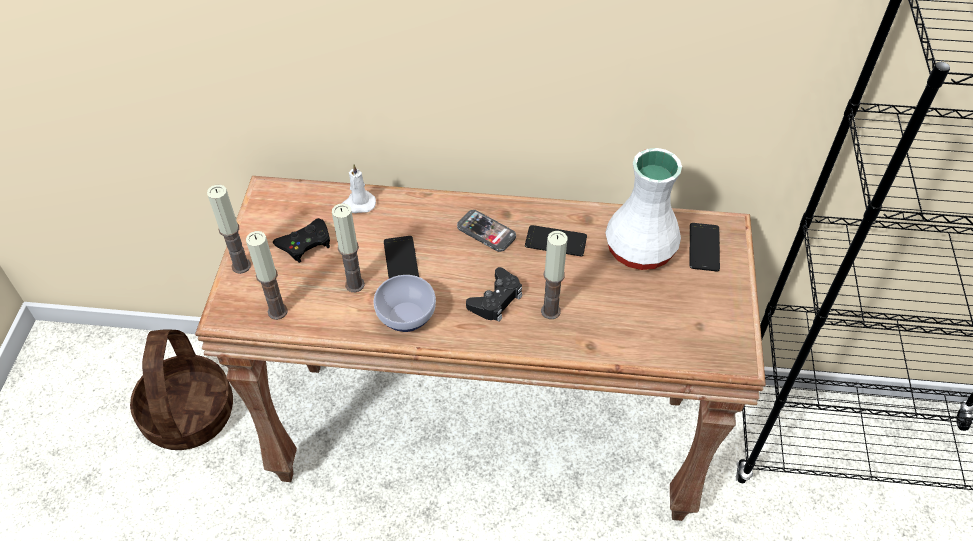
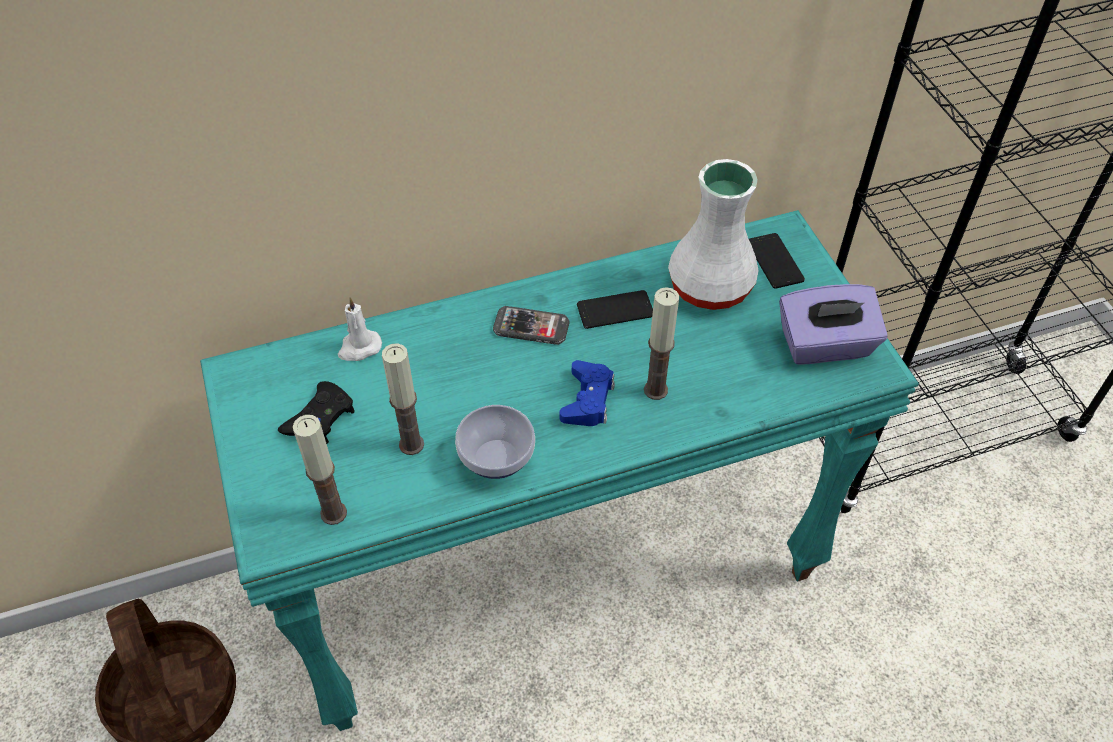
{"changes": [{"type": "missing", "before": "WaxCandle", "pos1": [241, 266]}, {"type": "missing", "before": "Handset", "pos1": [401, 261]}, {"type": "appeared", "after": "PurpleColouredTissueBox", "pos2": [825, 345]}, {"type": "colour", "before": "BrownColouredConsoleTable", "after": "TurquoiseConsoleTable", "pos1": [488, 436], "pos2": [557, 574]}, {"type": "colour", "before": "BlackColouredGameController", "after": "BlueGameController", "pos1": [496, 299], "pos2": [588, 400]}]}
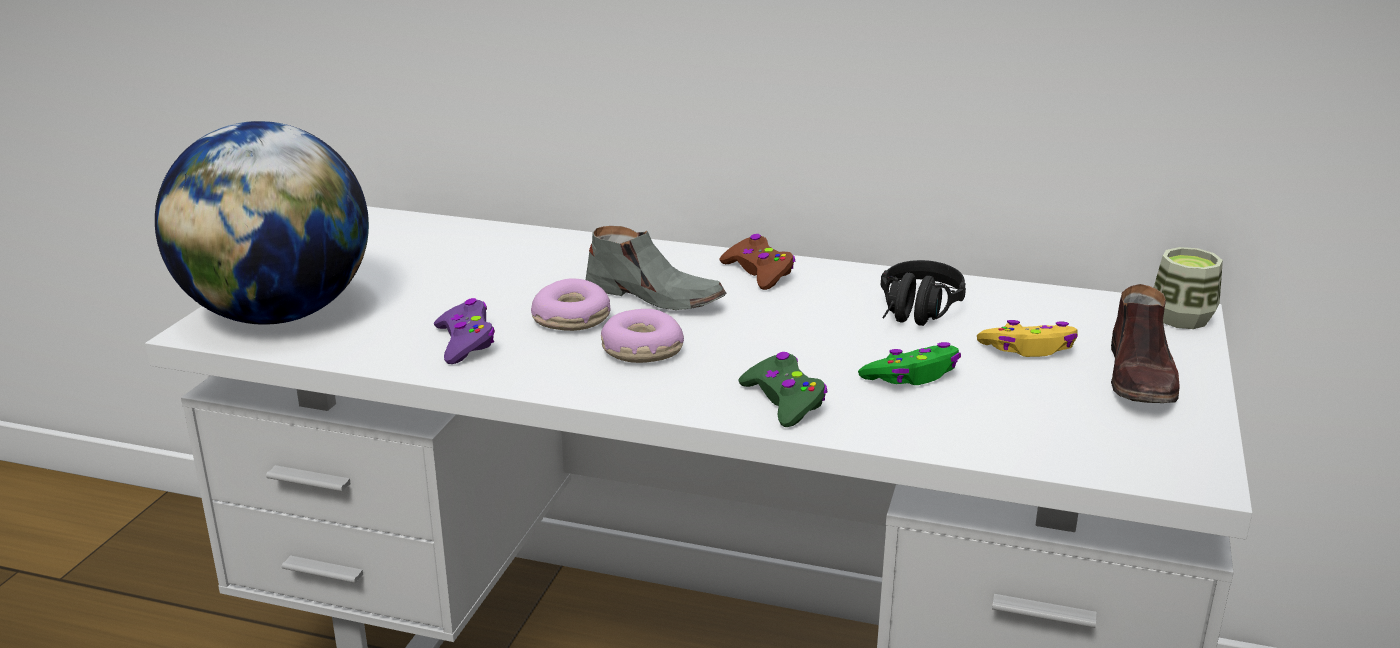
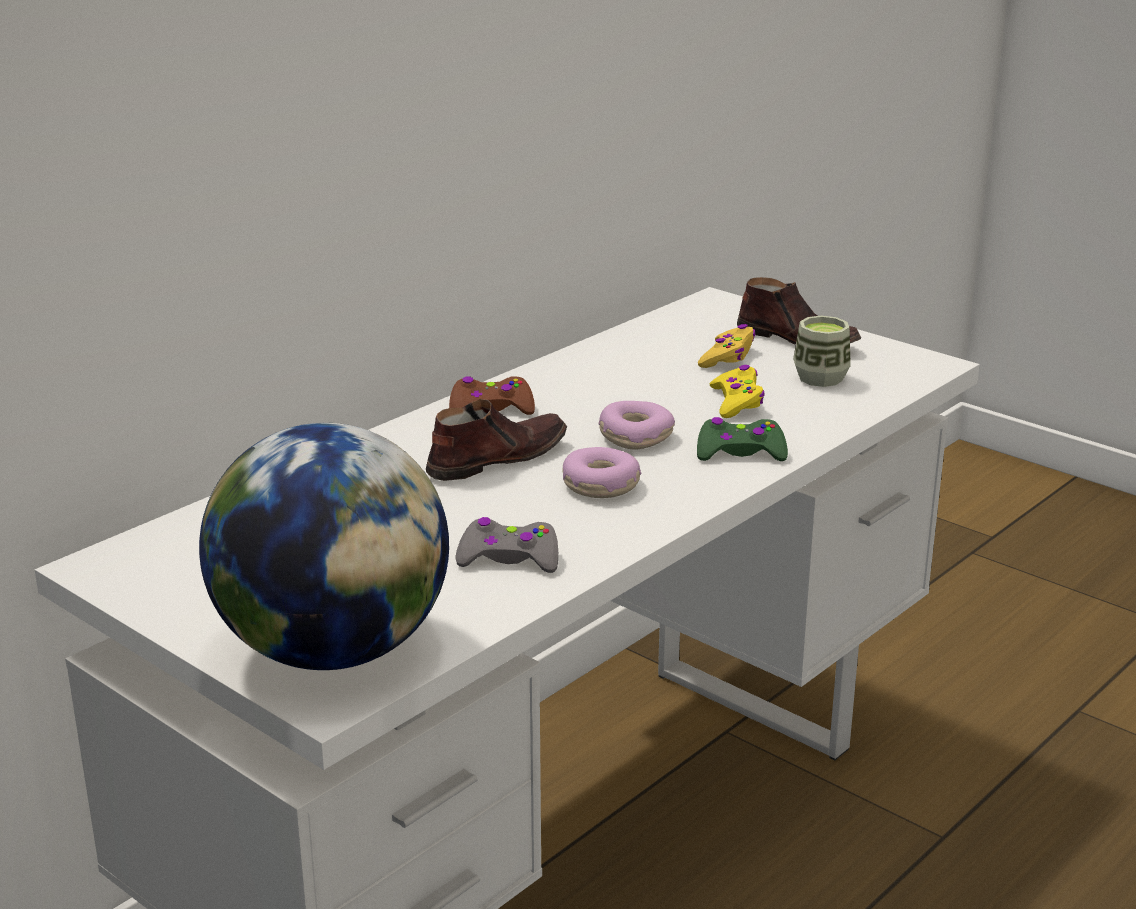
{"changes": [{"type": "missing", "before": "BlackColouredPairOfHeadphones", "pos1": [916, 315]}, {"type": "relocated", "before": "Doughnut", "pos1": [572, 319], "pos2": [635, 436]}, {"type": "relocated", "before": "Cup", "pos1": [1181, 318], "pos2": [820, 378]}, {"type": "colour", "before": "PurpleColouredGameController", "after": "GrayGameController", "pos1": [466, 342], "pos2": [509, 558]}, {"type": "colour", "before": "GrayShoe", "after": "BrownColouredShoe", "pos1": [656, 296], "pos2": [496, 458]}, {"type": "colour", "before": "GreenGameController", "after": "YellowGameController", "pos1": [912, 376], "pos2": [737, 402]}]}
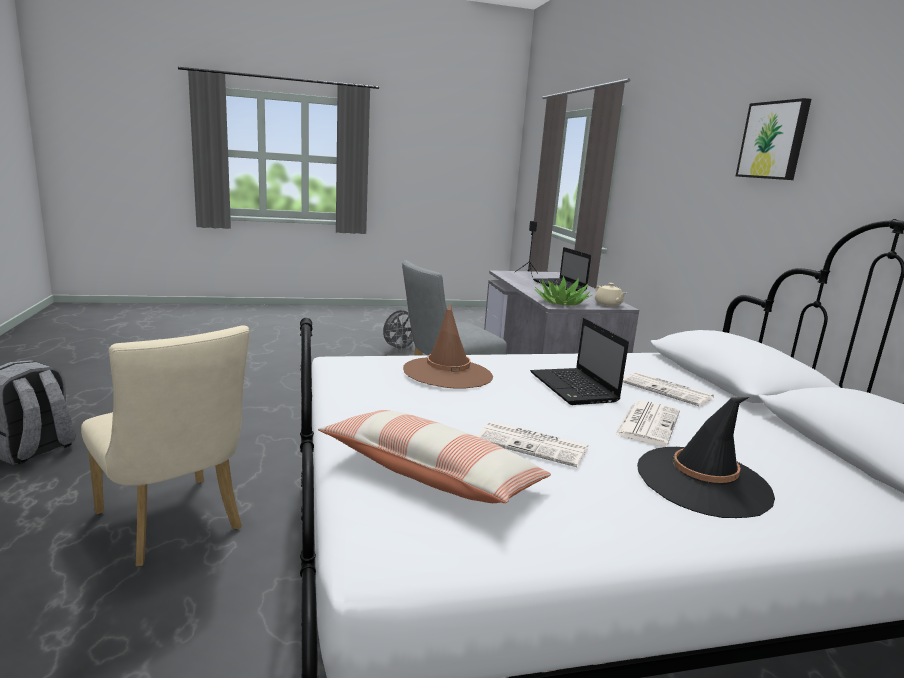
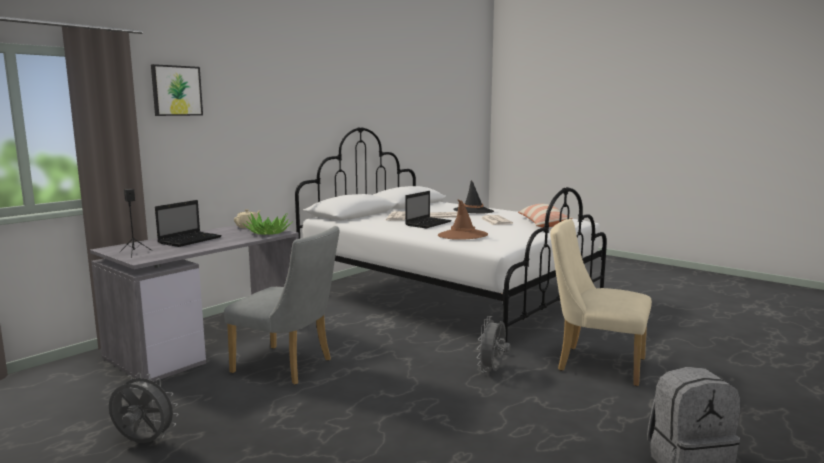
{"changes": [{"type": "appeared", "after": "GrayElectricFan", "pos2": [493, 371]}, {"type": "relocated", "before": "WallArt", "pos1": [774, 140], "pos2": [176, 90]}, {"type": "spun", "before": "SandColouredUprightChair", "pos1": [174, 526], "pos2": [594, 364], "turn": -75}]}
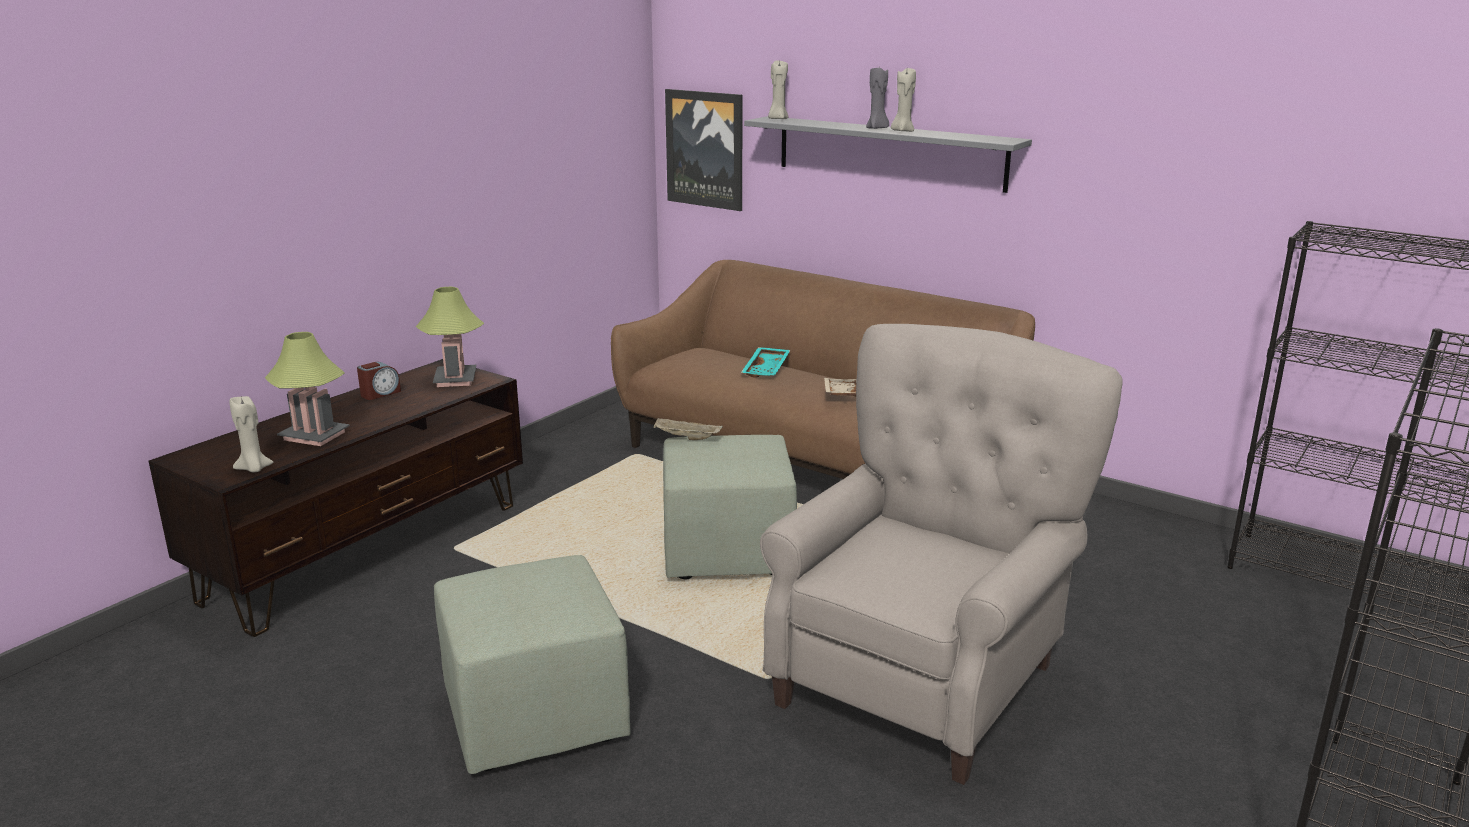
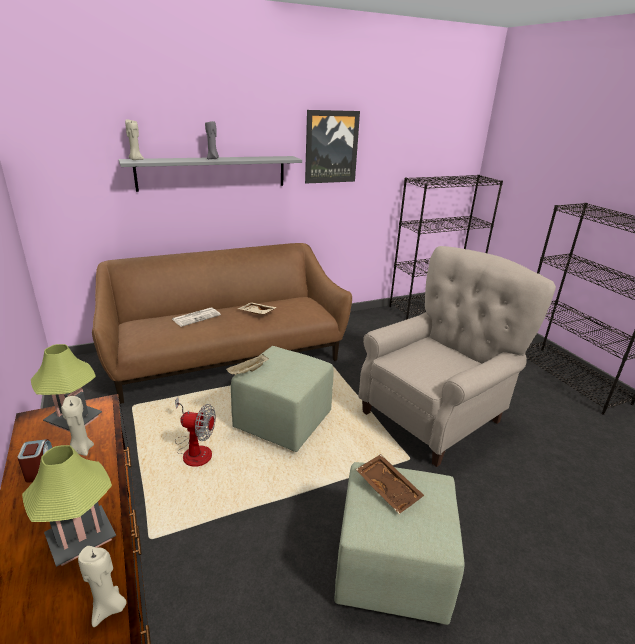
{"changes": [{"type": "appeared", "after": "ElectricFan", "pos2": [194, 450]}, {"type": "appeared", "after": "BrownColouredTray", "pos2": [389, 488]}, {"type": "relocated", "before": "WallArt", "pos1": [705, 149], "pos2": [331, 147]}, {"type": "relocated", "before": "SandColouredWaxCandle", "pos1": [902, 131], "pos2": [81, 449]}, {"type": "exchanged", "before": "TurquoiseTray", "after": "DailyPaper", "pos1": [767, 369], "pos2": [196, 317]}, {"type": "spun", "before": "SandColouredLoungeChair", "pos1": [924, 679], "pos2": [435, 415], "turn": 75}]}
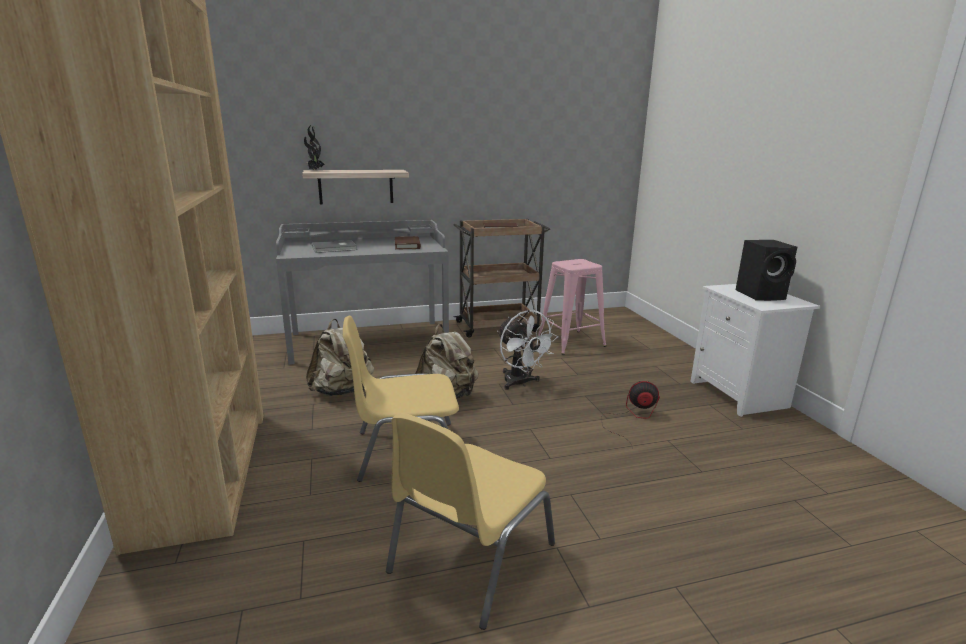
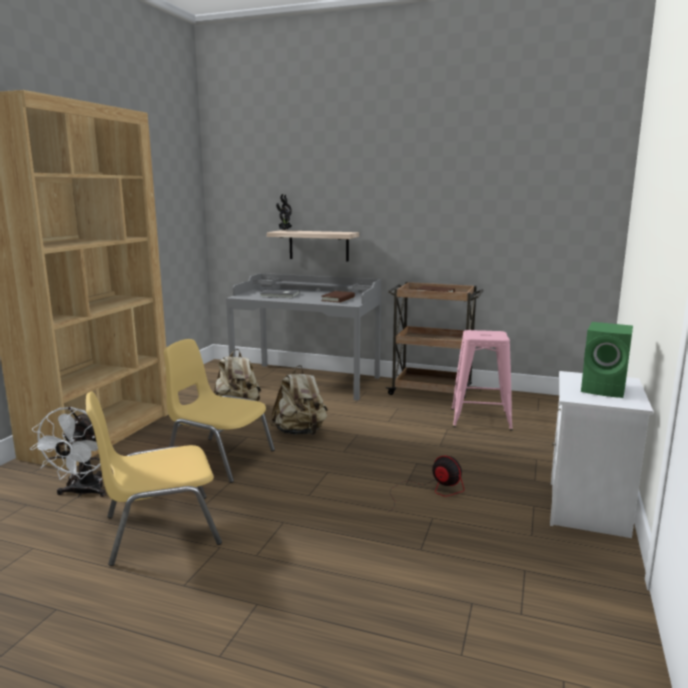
{"changes": [{"type": "relocated", "before": "WhiteColouredElectricFan", "pos1": [520, 383], "pos2": [83, 493]}, {"type": "colour", "before": "BlackColouredSpeaker", "after": "GreenSpeaker", "pos1": [761, 295], "pos2": [605, 389]}]}
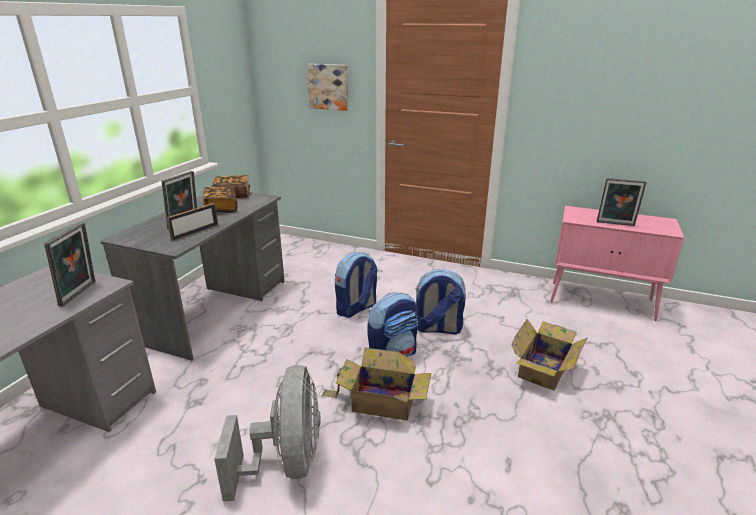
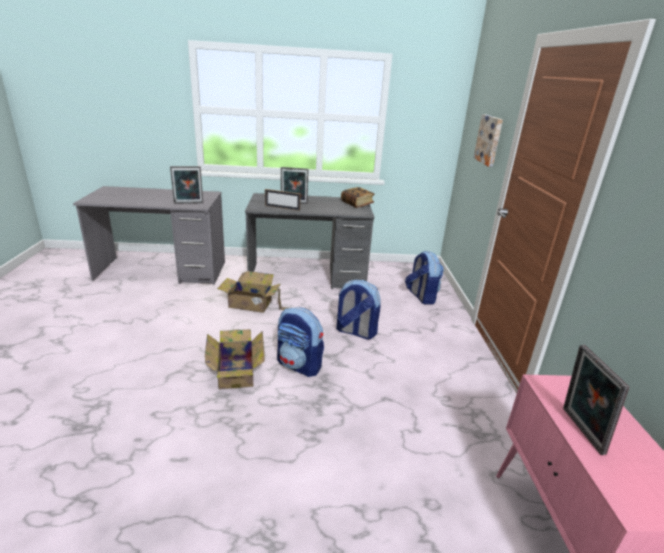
{"changes": [{"type": "missing", "before": "BoundBook", "pos1": [221, 208]}, {"type": "missing", "before": "GrayElectricFan", "pos1": [286, 462]}, {"type": "relocated", "before": "Knapsack", "pos1": [437, 328], "pos2": [421, 296]}, {"type": "relocated", "before": "Carton", "pos1": [545, 368], "pos2": [252, 304]}]}
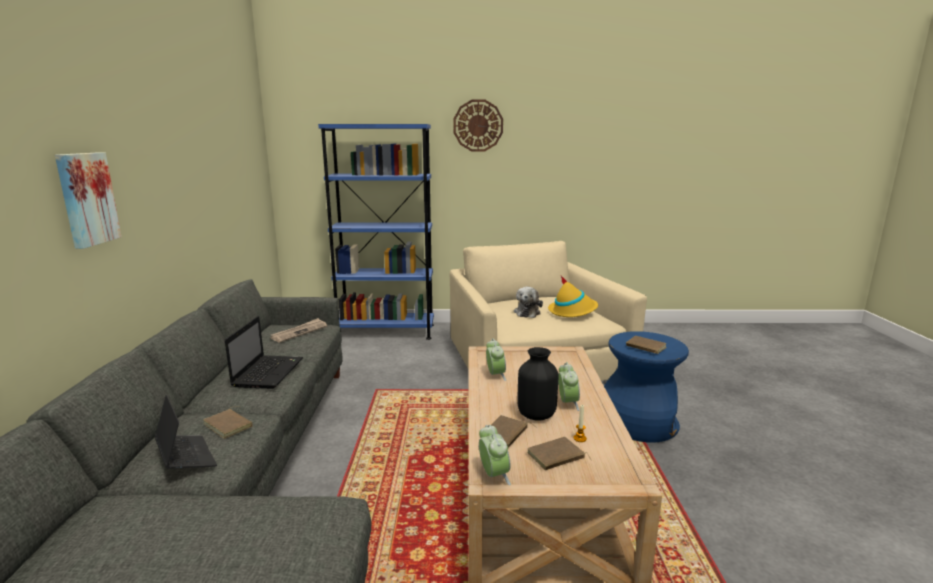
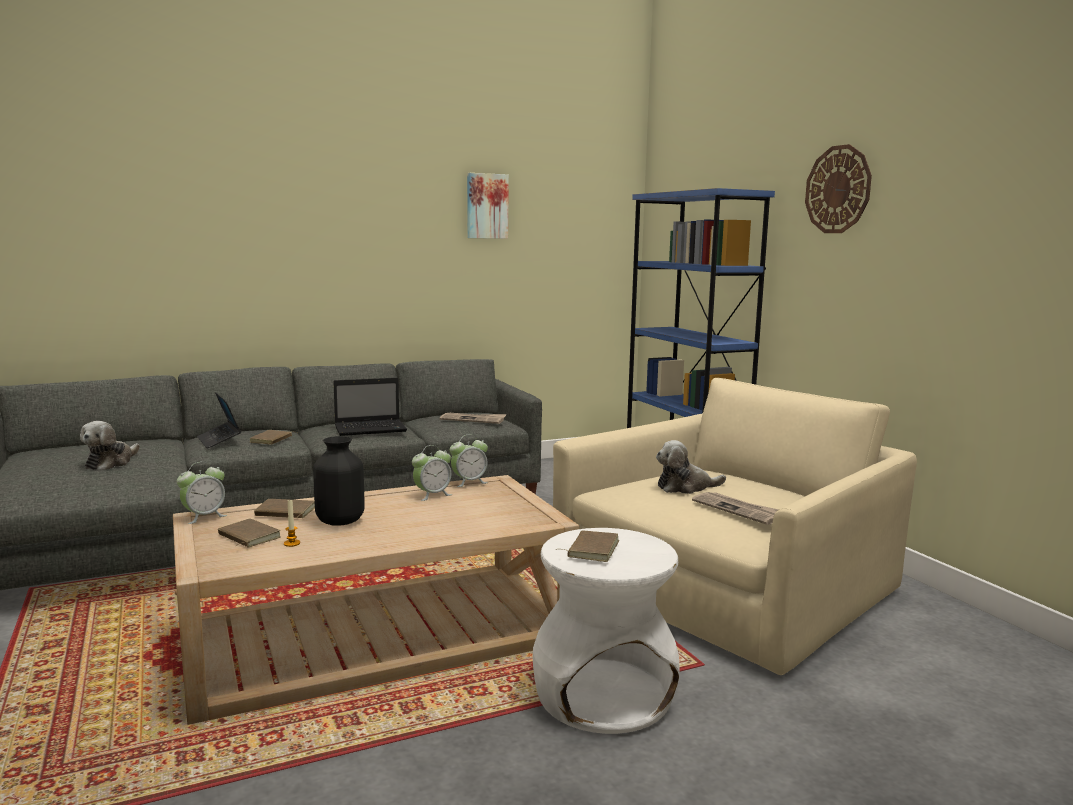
{"changes": [{"type": "appeared", "after": "SoftToy", "pos2": [111, 463]}, {"type": "relocated", "before": "WallArt", "pos1": [86, 199], "pos2": [486, 206]}, {"type": "relocated", "before": "AlarmClock", "pos1": [567, 403], "pos2": [469, 482]}, {"type": "exchanged", "before": "YellowHat", "after": "DailyPaper", "pos1": [572, 311], "pos2": [738, 510]}, {"type": "colour", "before": "BlueSittingStool", "after": "WhiteColouredSittingStool", "pos1": [638, 423], "pos2": [604, 695]}, {"type": "spun", "before": "Laptop", "pos1": [186, 458], "pos2": [219, 440], "turn": 120}]}
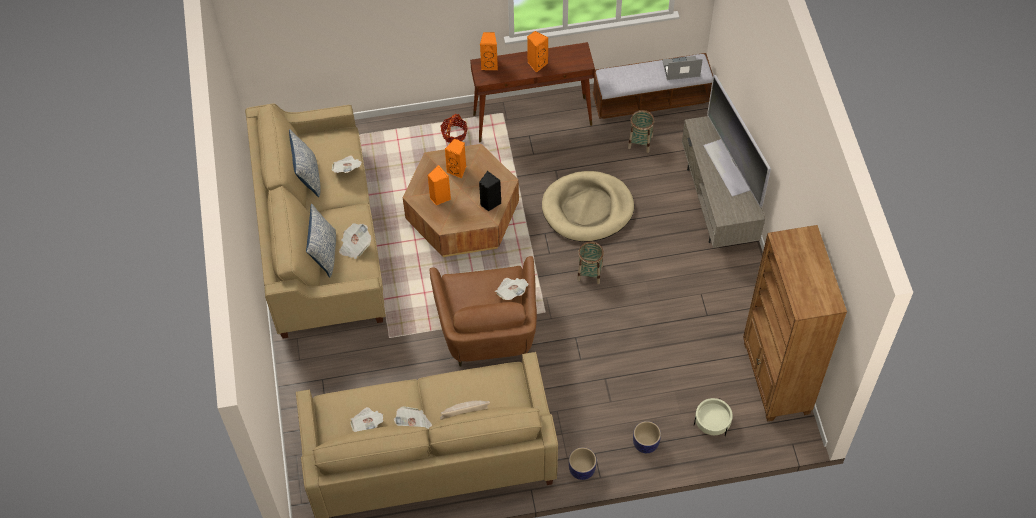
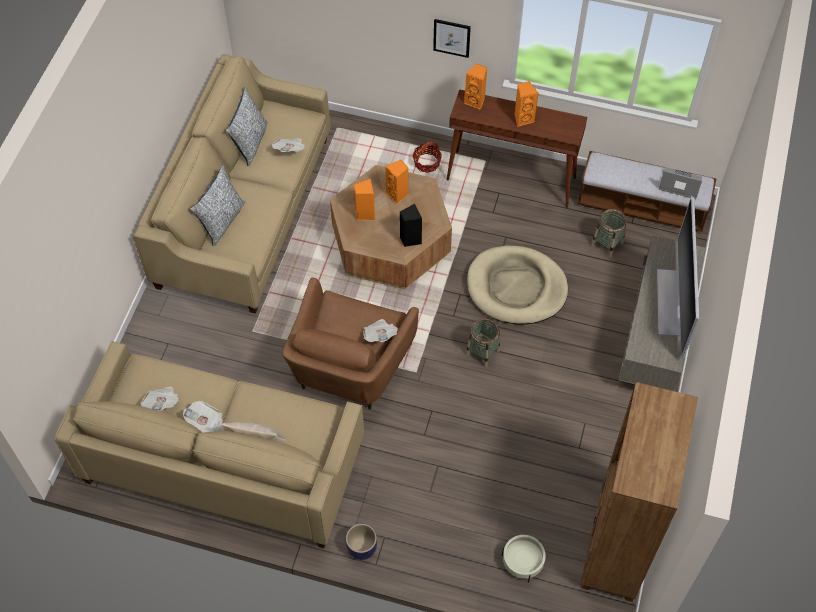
{"changes": [{"type": "missing", "before": "DailyPaper", "pos1": [355, 246]}, {"type": "missing", "before": "Planter", "pos1": [645, 444]}, {"type": "appeared", "after": "WallArt", "pos2": [452, 37]}]}
